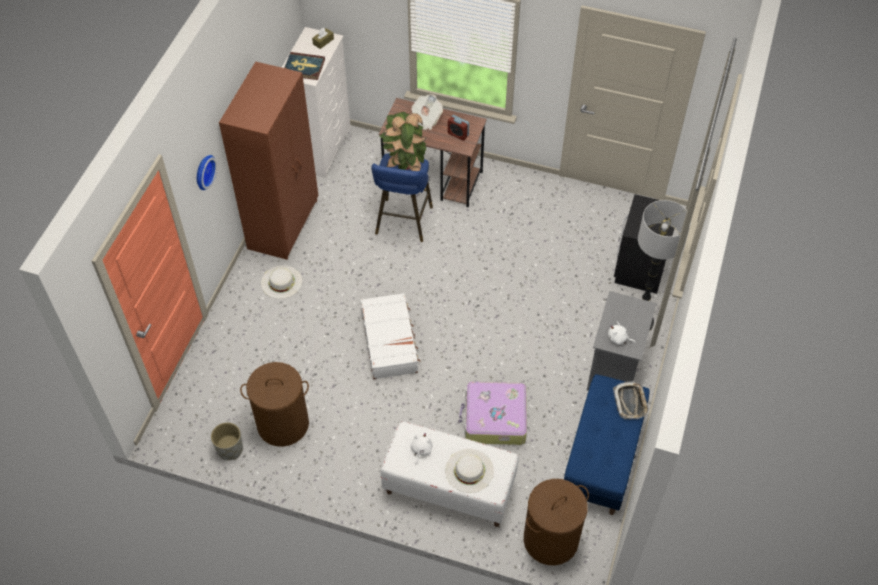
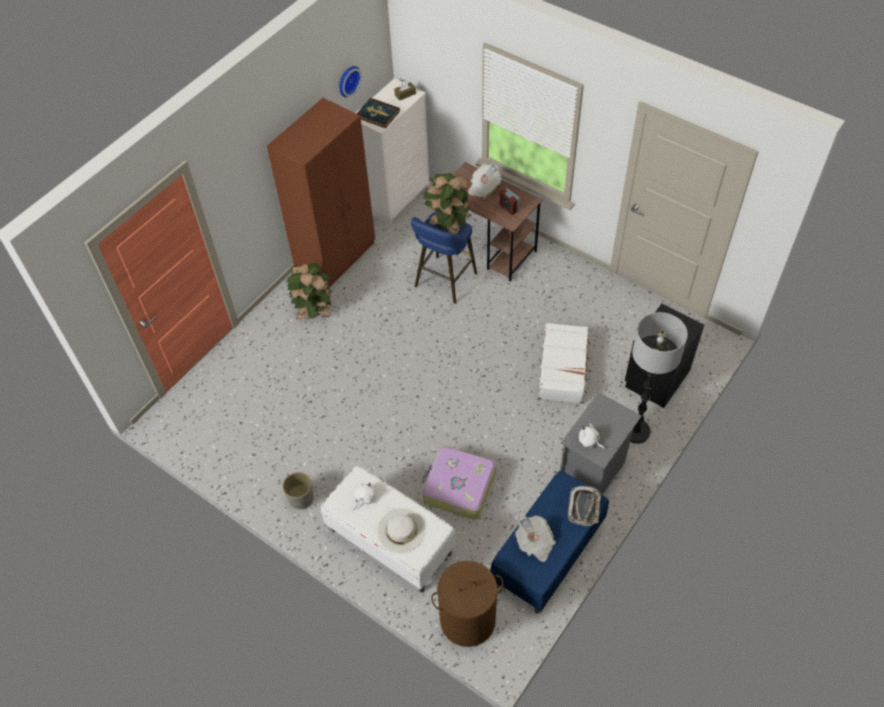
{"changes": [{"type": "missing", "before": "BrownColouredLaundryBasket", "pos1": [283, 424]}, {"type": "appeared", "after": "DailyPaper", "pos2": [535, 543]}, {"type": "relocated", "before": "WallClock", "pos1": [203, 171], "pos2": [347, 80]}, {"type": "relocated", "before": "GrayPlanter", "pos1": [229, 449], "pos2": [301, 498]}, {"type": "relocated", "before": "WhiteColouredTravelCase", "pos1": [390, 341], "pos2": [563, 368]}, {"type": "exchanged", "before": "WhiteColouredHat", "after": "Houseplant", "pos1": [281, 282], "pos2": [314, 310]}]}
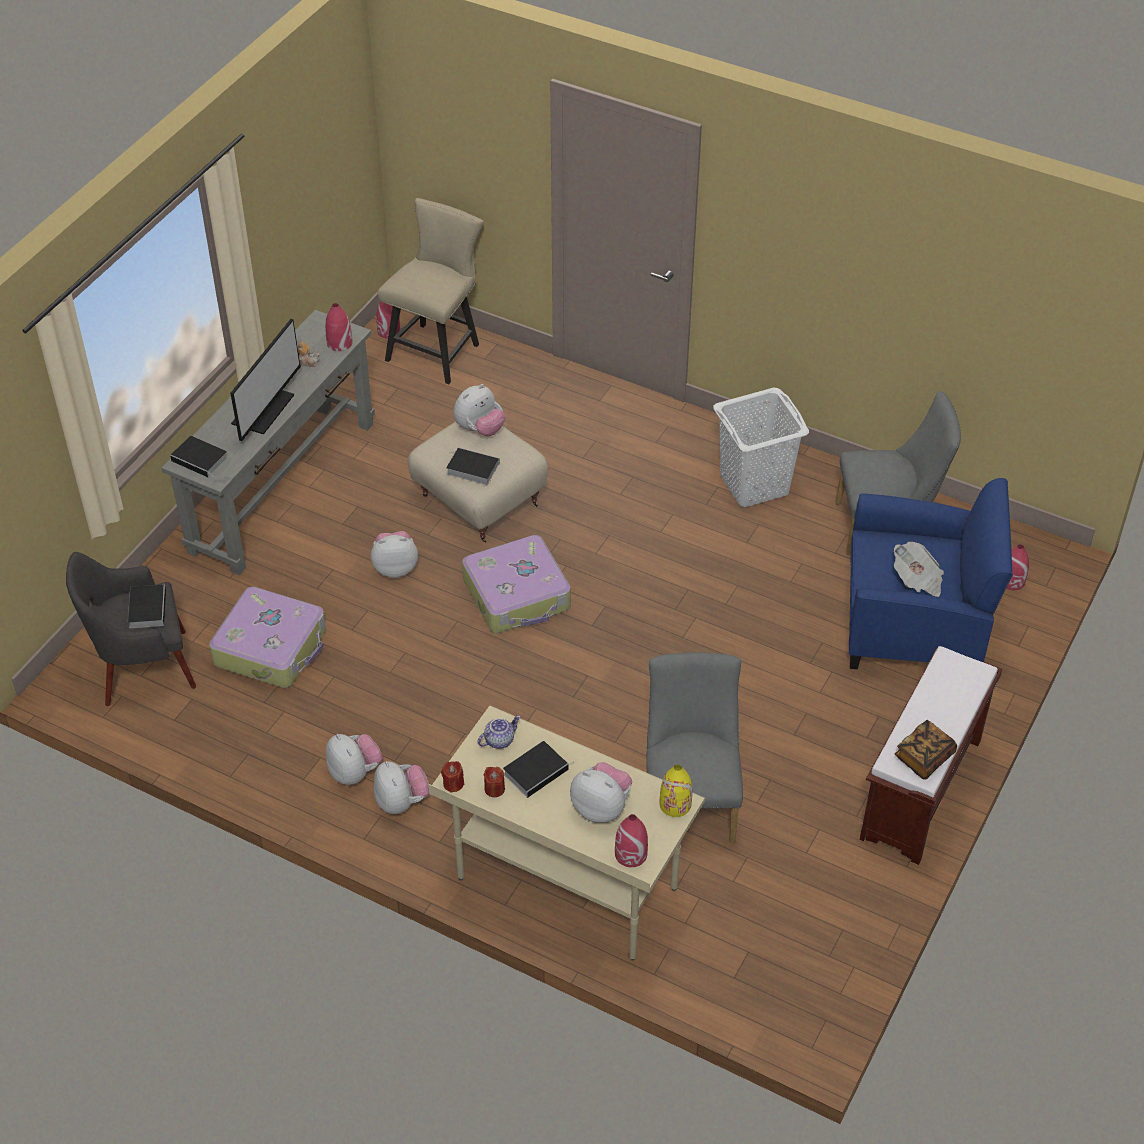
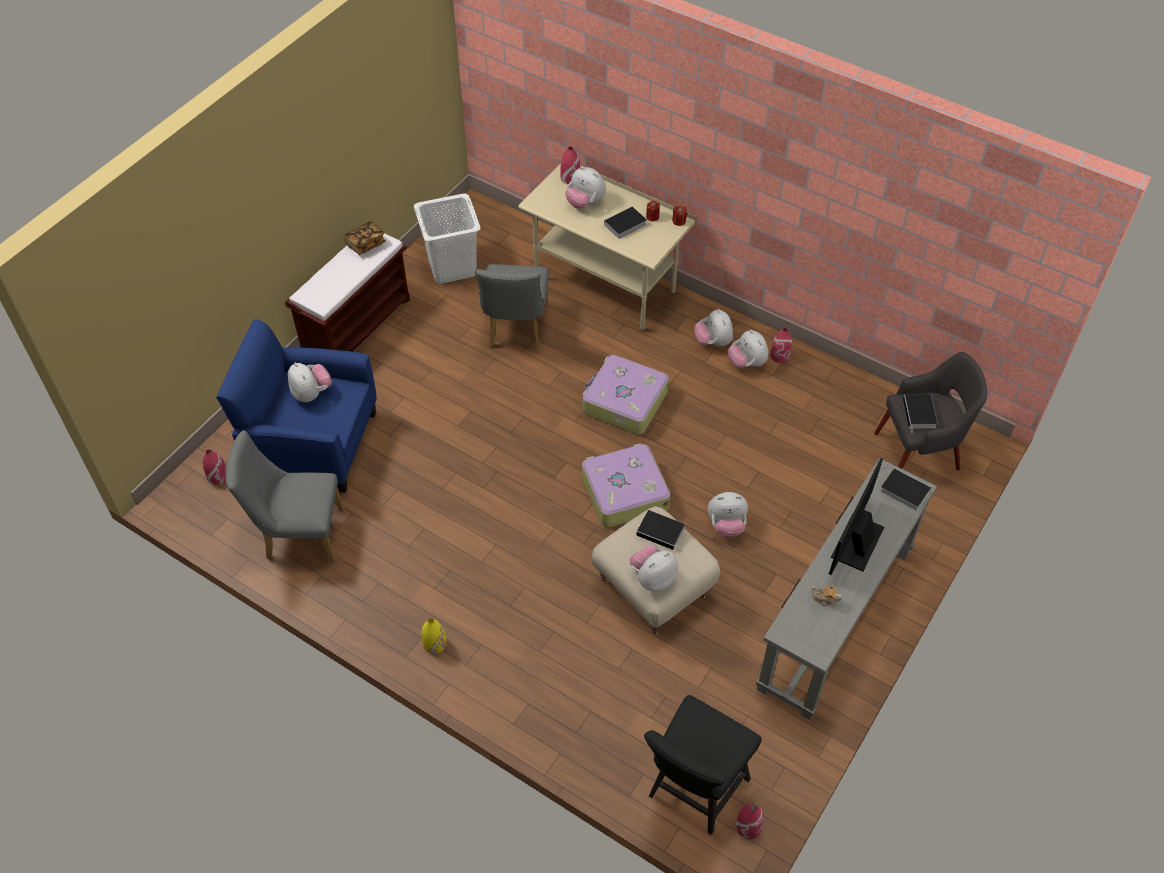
{"changes": [{"type": "missing", "before": "PotForTea", "pos1": [499, 740]}, {"type": "relocated", "before": "TravelCase", "pos1": [272, 647], "pos2": [624, 402]}, {"type": "relocated", "before": "RedColouredFlowerVase", "pos1": [339, 343], "pos2": [780, 355]}, {"type": "relocated", "before": "YellowFlowerVase", "pos1": [675, 804], "pos2": [434, 643]}, {"type": "relocated", "before": "WhiteColouredLaundryBasket", "pos1": [755, 484], "pos2": [452, 266]}, {"type": "exchanged", "before": "DailyPaper", "after": "SoftToy", "pos1": [917, 580], "pos2": [312, 393]}, {"type": "colour", "before": "SandColouredUprightChair", "after": "BlackColouredUprightChair", "pos1": [437, 349], "pos2": [694, 792]}]}
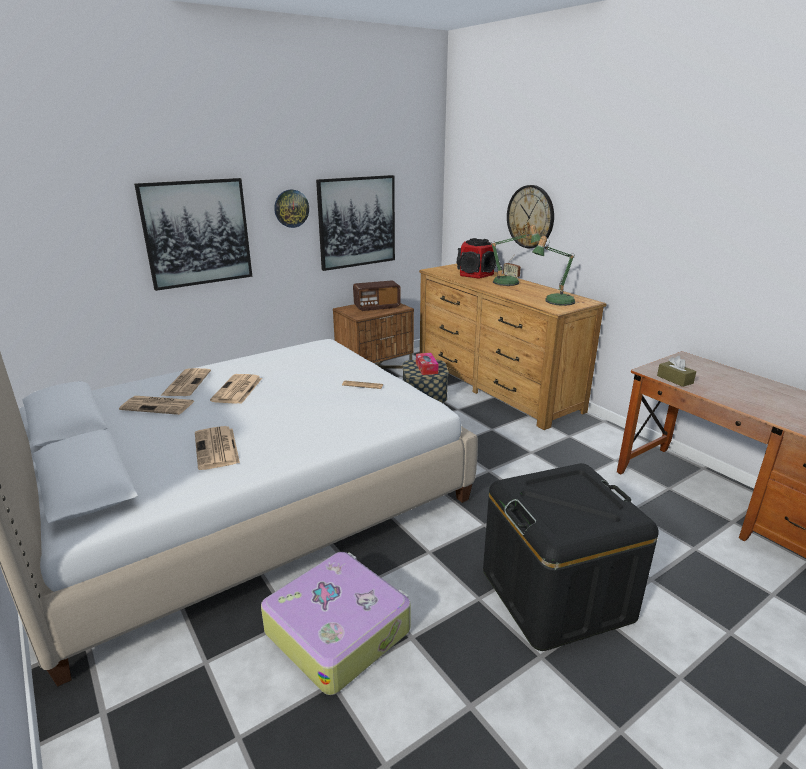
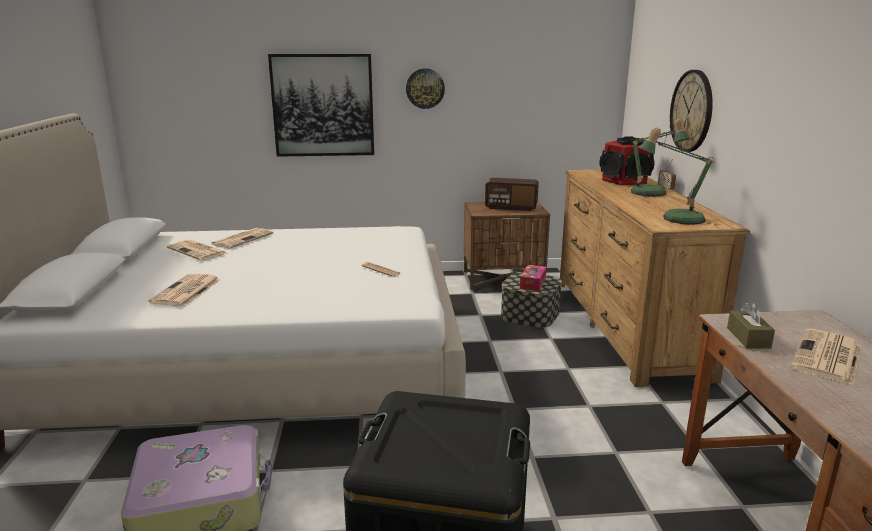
{"changes": [{"type": "missing", "before": "WallArt", "pos1": [357, 222]}, {"type": "relocated", "before": "DailyPaper", "pos1": [237, 390], "pos2": [827, 358]}]}
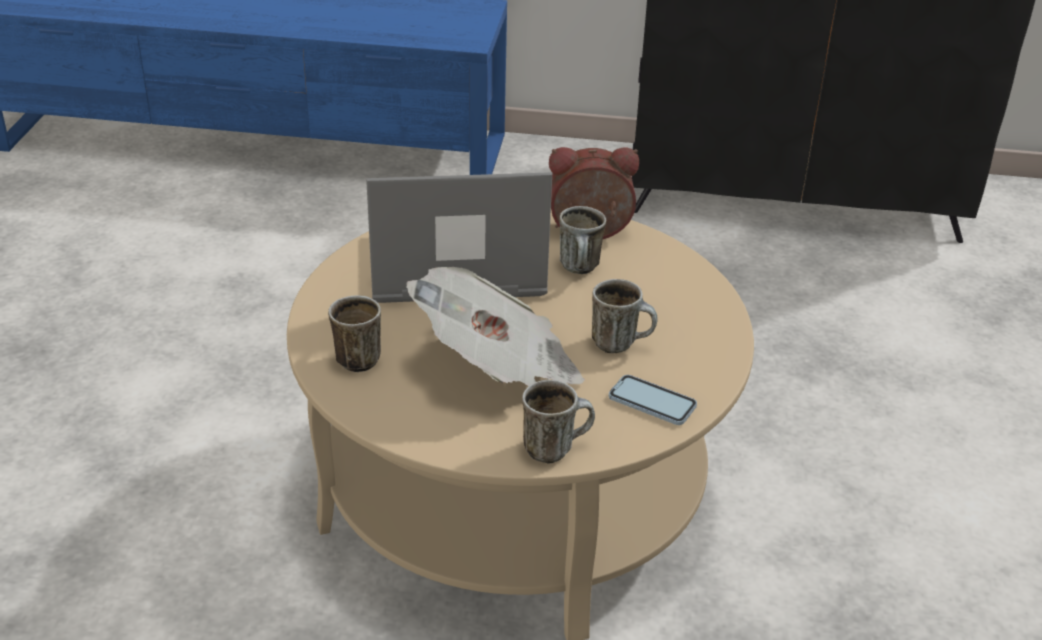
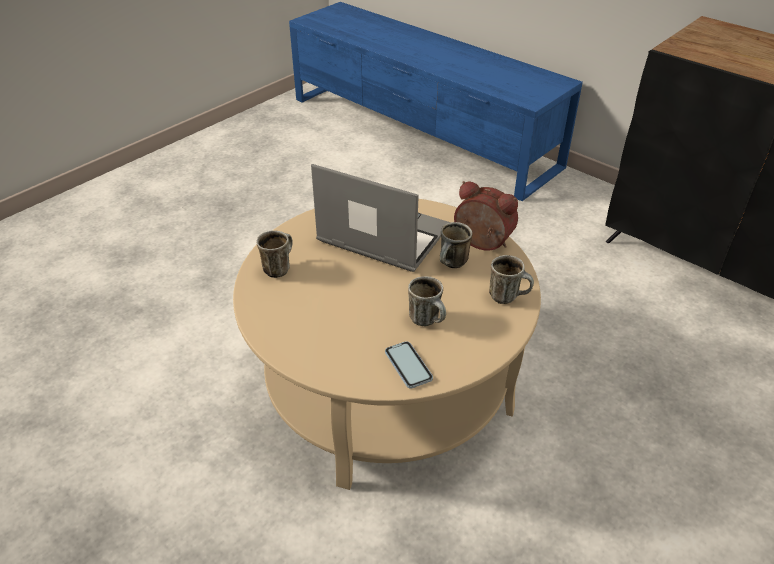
{"changes": [{"type": "missing", "before": "DailyPaper", "pos1": [498, 366]}, {"type": "relocated", "before": "TeaMug", "pos1": [555, 447], "pos2": [508, 297]}]}
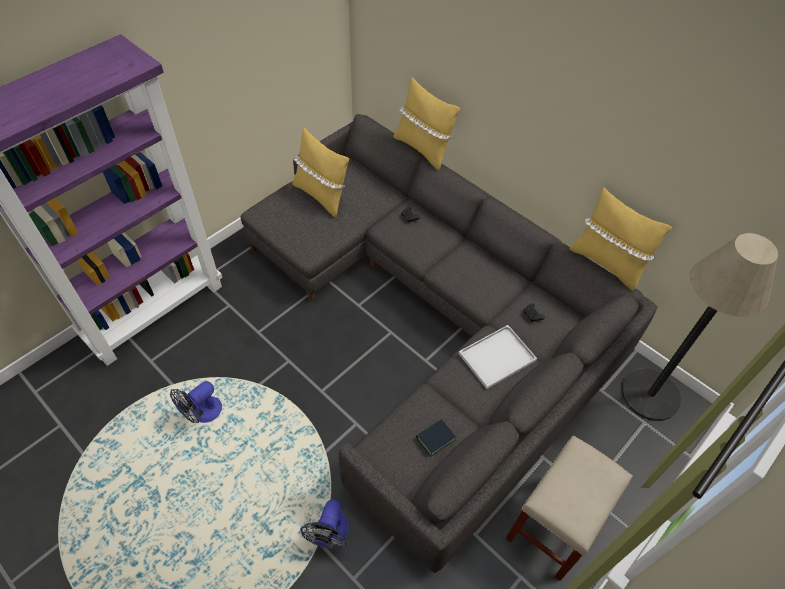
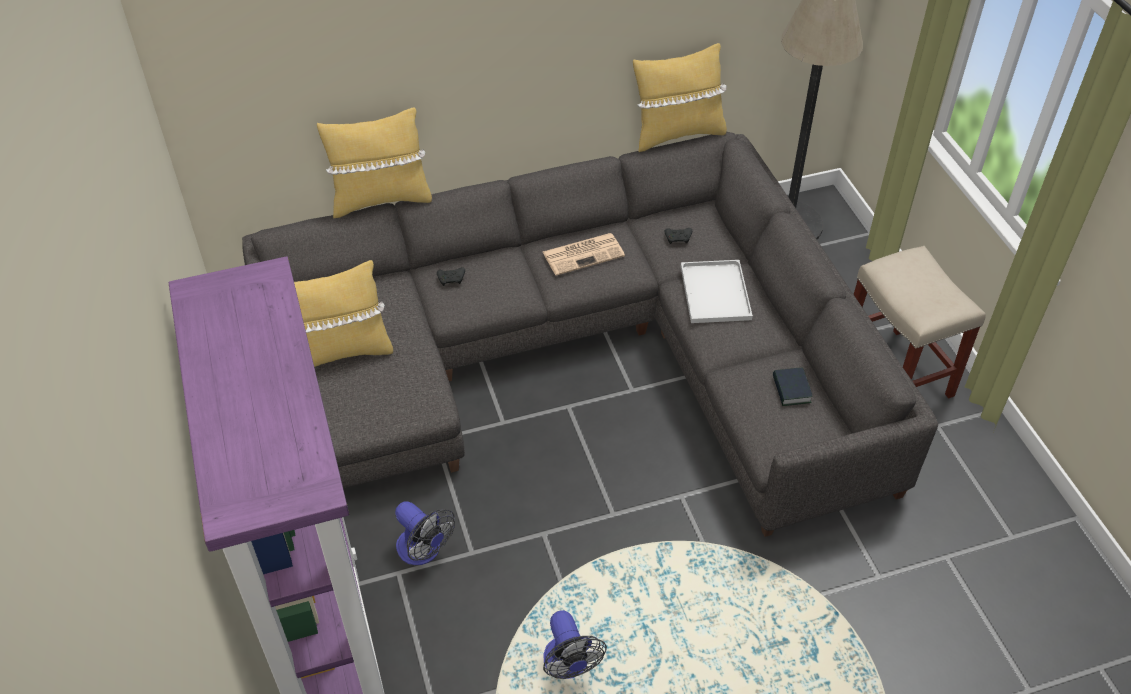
{"changes": [{"type": "appeared", "after": "DailyPaper", "pos2": [584, 254]}, {"type": "relocated", "before": "ElectricFan", "pos1": [330, 535], "pos2": [424, 551]}]}
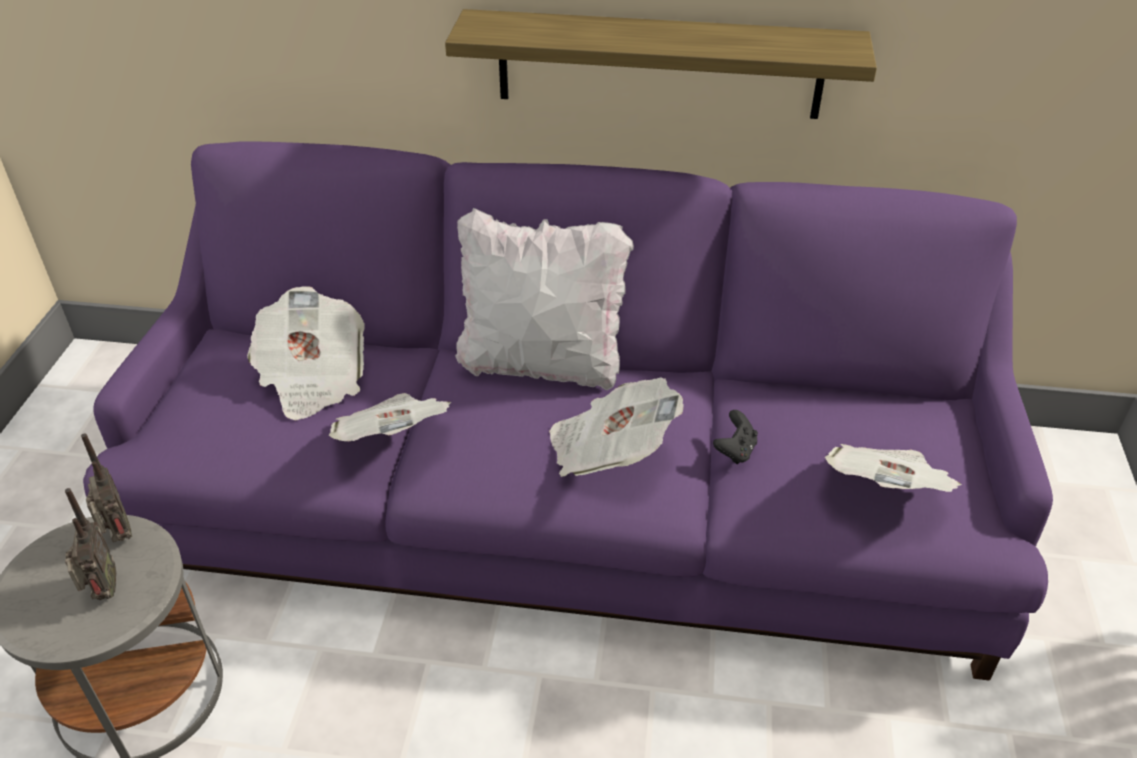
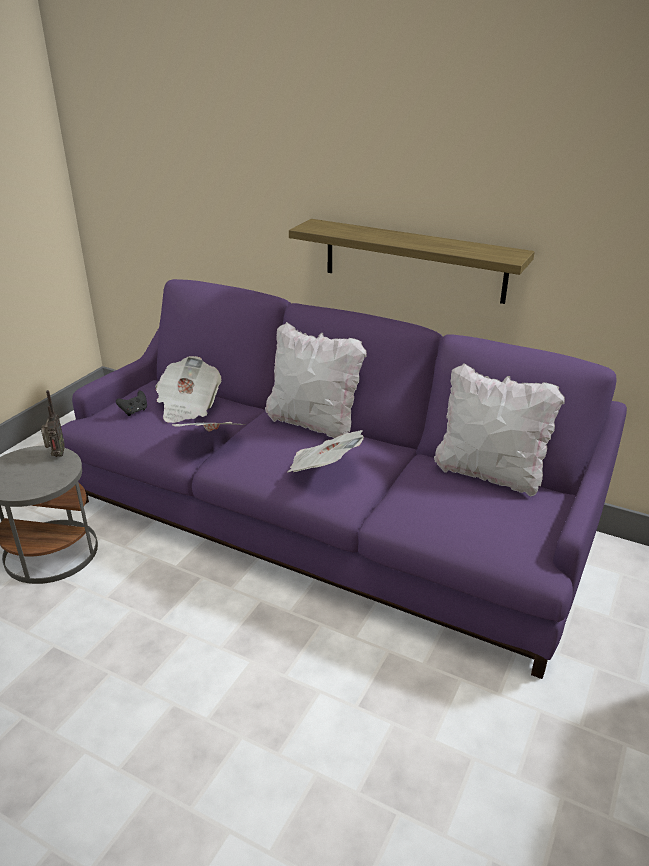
{"changes": [{"type": "missing", "before": "Radio", "pos1": [103, 592]}, {"type": "missing", "before": "DailyPaper", "pos1": [885, 491]}, {"type": "appeared", "after": "WhiteColouredCushion", "pos2": [489, 474]}, {"type": "relocated", "before": "BlackColouredGameController", "pos1": [735, 451], "pos2": [134, 411]}]}
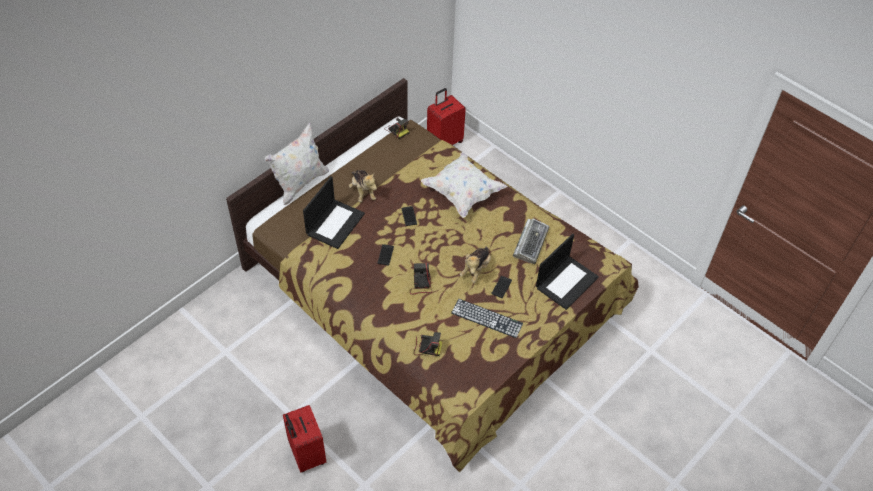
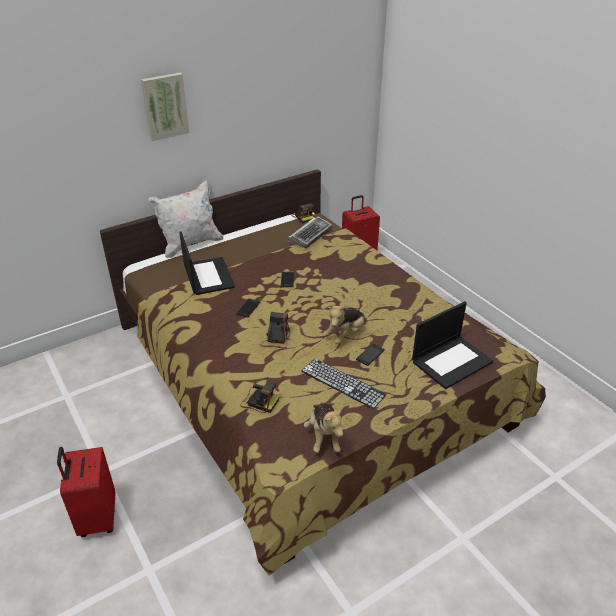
{"changes": [{"type": "missing", "before": "WhiteColouredCushion", "pos1": [462, 193]}, {"type": "appeared", "after": "WallArt", "pos2": [164, 106]}, {"type": "relocated", "before": "SoftToy", "pos1": [363, 191], "pos2": [324, 436]}, {"type": "relocated", "before": "PcKeyboard", "pos1": [531, 243], "pos2": [310, 235]}, {"type": "spun", "before": "Laptop", "pos1": [335, 223], "pos2": [207, 276], "turn": -60}]}
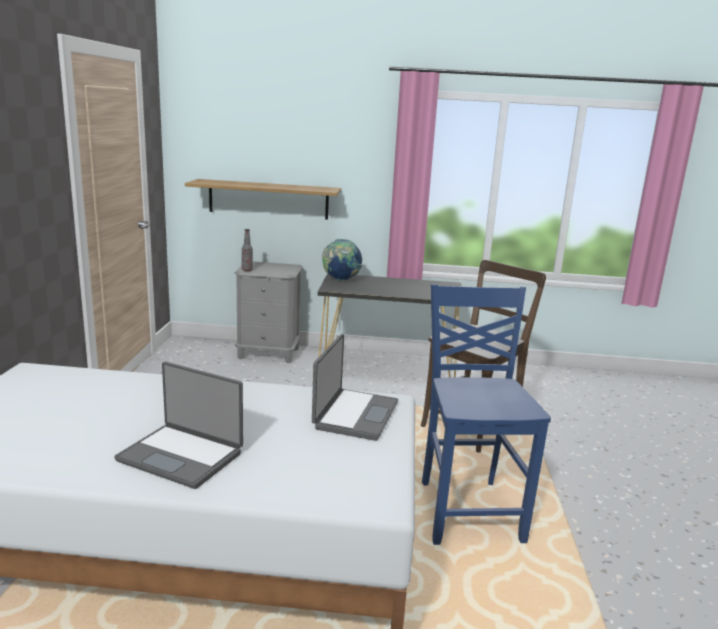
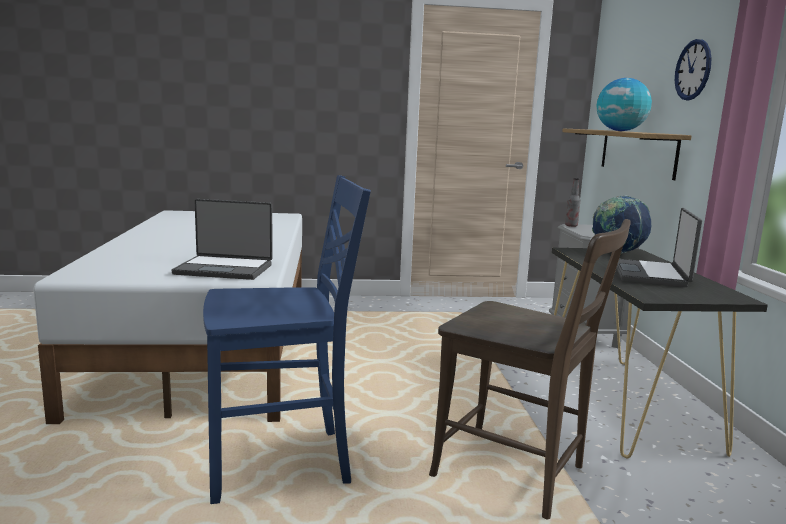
{"changes": [{"type": "appeared", "after": "DeskGlobe", "pos2": [620, 131]}, {"type": "appeared", "after": "WallClock", "pos2": [693, 70]}, {"type": "relocated", "before": "Laptop", "pos1": [182, 456], "pos2": [651, 275]}]}
